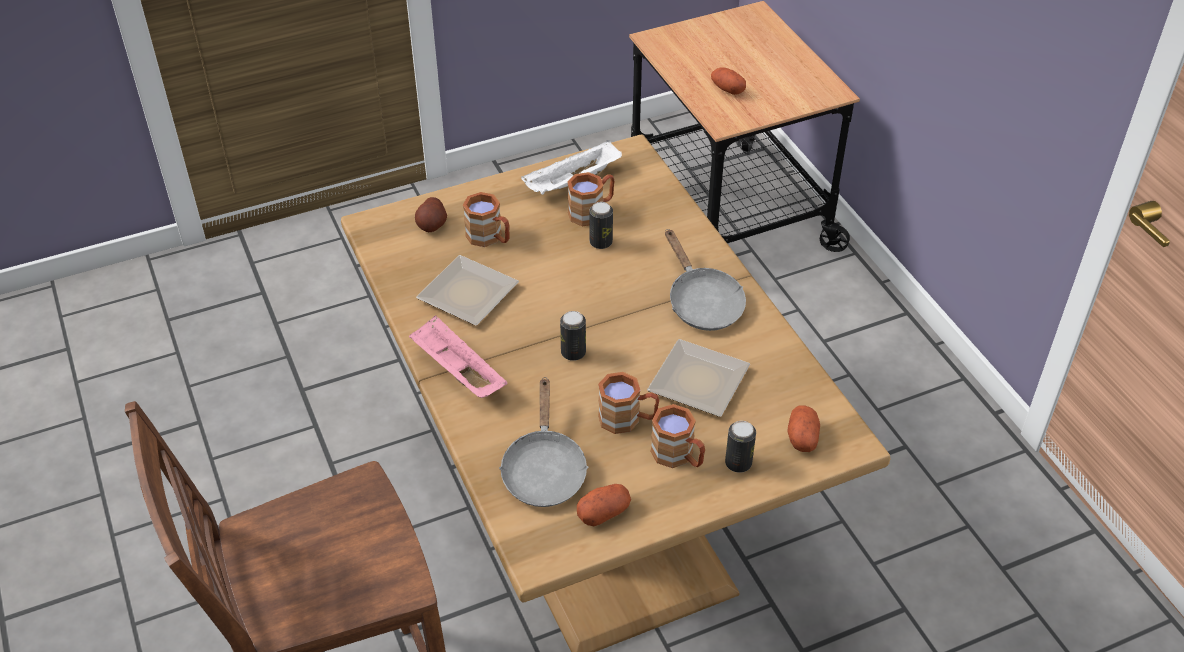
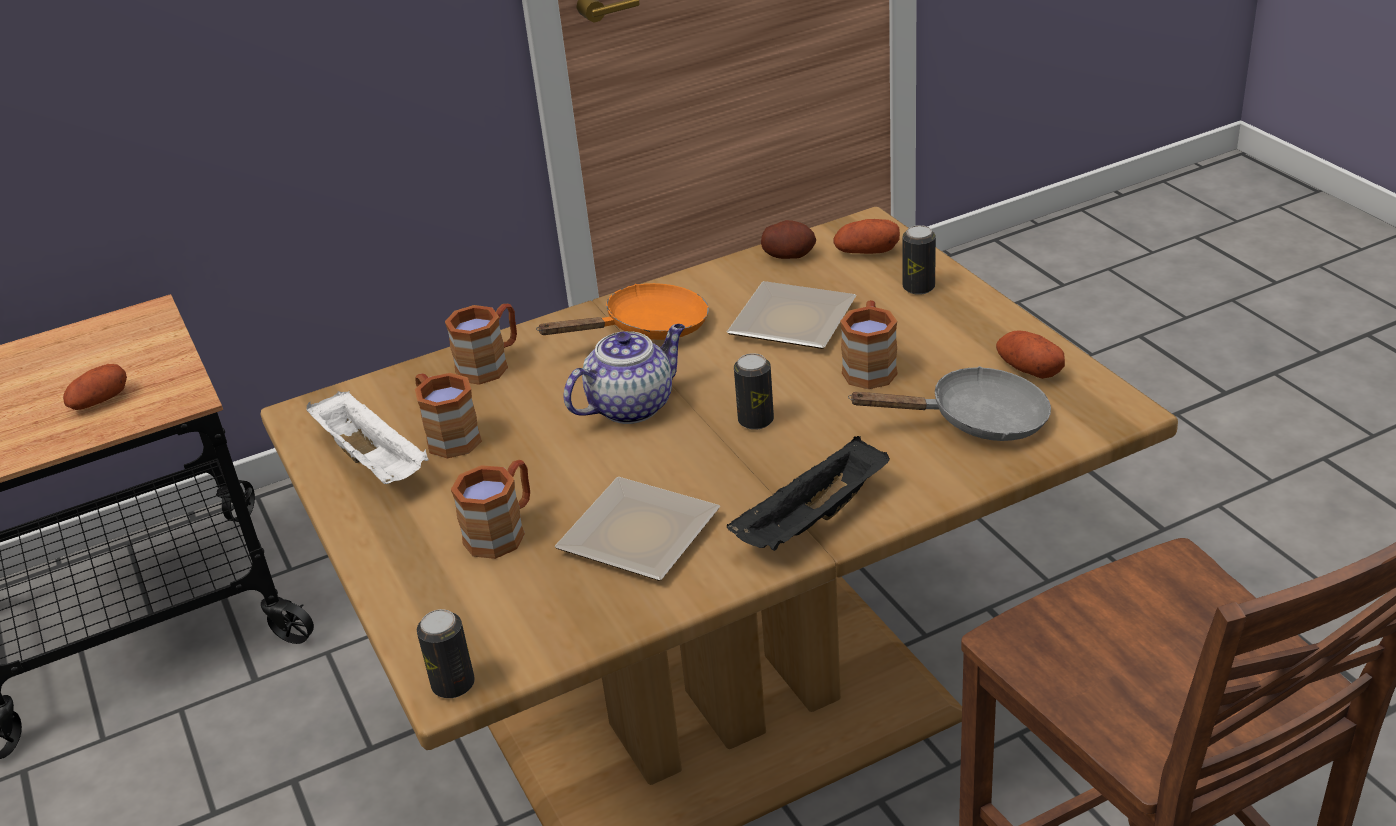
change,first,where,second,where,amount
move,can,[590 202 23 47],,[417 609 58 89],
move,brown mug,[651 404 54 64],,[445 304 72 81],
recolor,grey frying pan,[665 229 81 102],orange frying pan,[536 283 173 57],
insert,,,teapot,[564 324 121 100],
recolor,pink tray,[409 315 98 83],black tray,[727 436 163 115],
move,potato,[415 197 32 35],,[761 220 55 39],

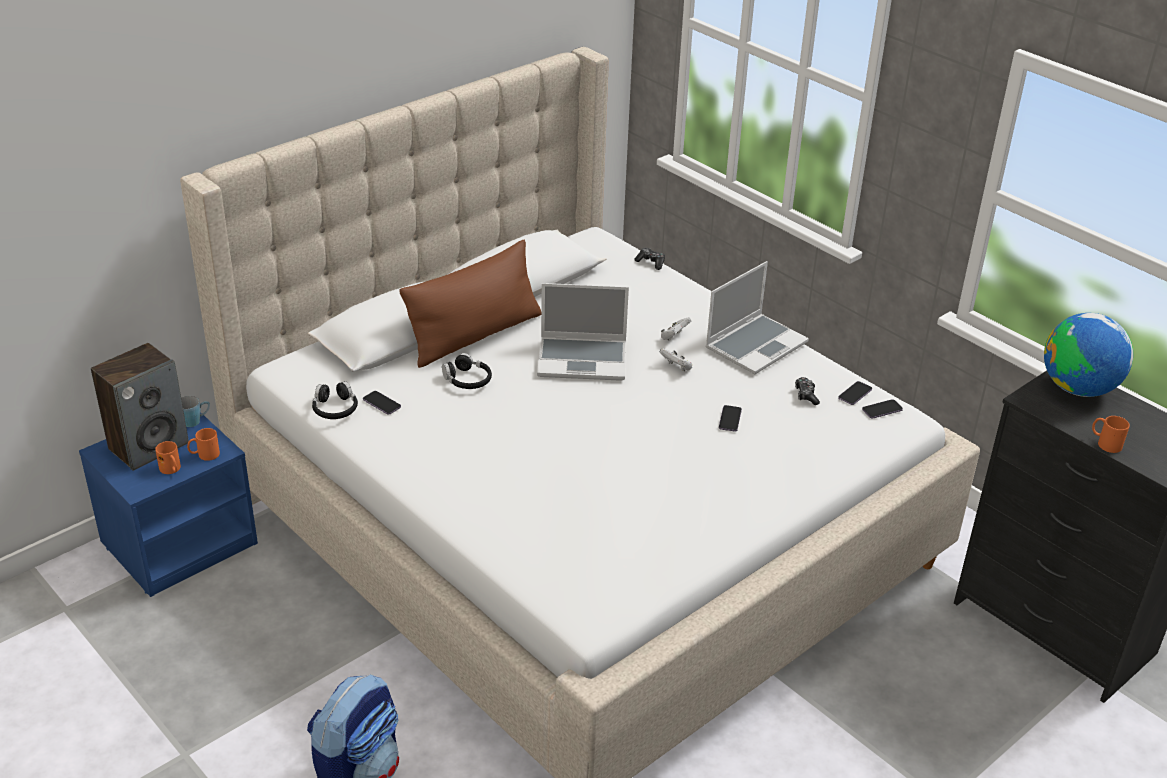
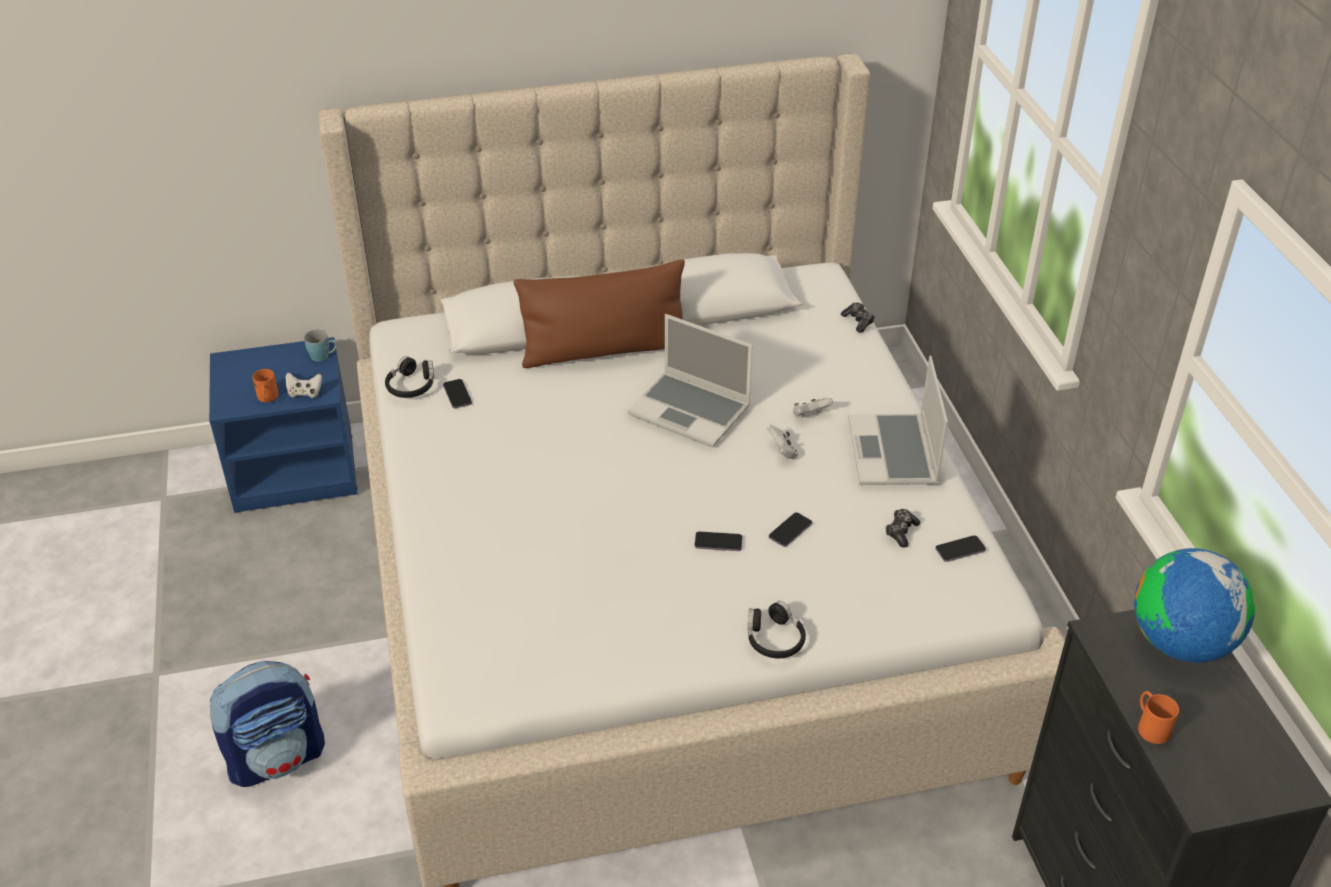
change,first,where,second,where,amount
replace,orange mug,[187 428 33 33],white game controller,[286 373 36 25],
move,phone,[862 399 41 20],,[695 531 47 20],
move,black headphones,[442 353 50 36],,[747 601 59 57],
rotate,laptop,[705 261 104 113],,[848 356 100 129],105 degrees clockwise
delete,speaker,[91 343 98 128],,,

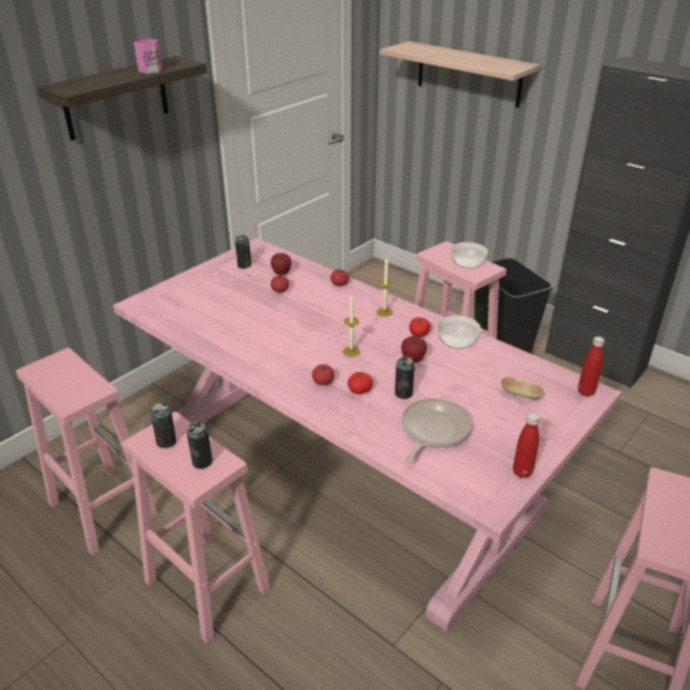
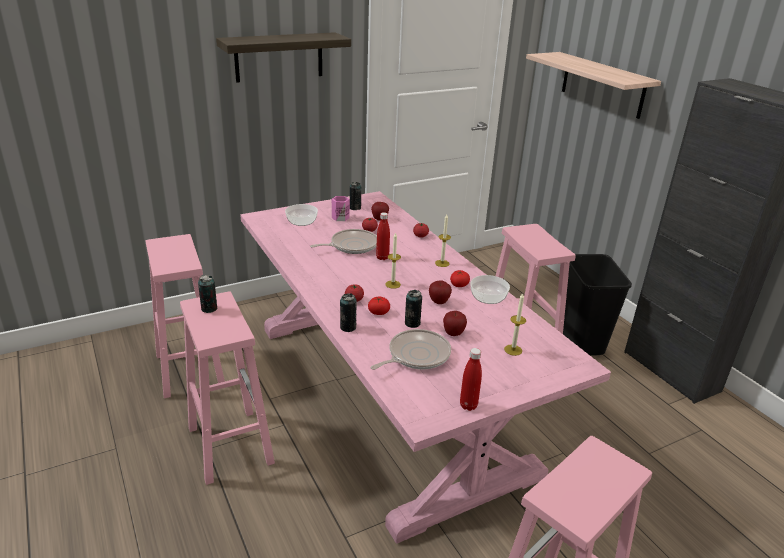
change,first,where,second,where,amount
move,bowl,[451 242 37 26],,[285 204 33 22],
insert,,,frying pan,[310 229 67 25],
move,pink mug,[134 39 28 35],,[332 196 18 25],
move,can,[187 422 26 47],,[340 293 17 39],
move,red bottle,[578 336 27 61],,[376 212 14 48],
insert,,,apple,[443 311 24 25],
replace,bread,[501 377 43 22],candle,[504 293 22 63],

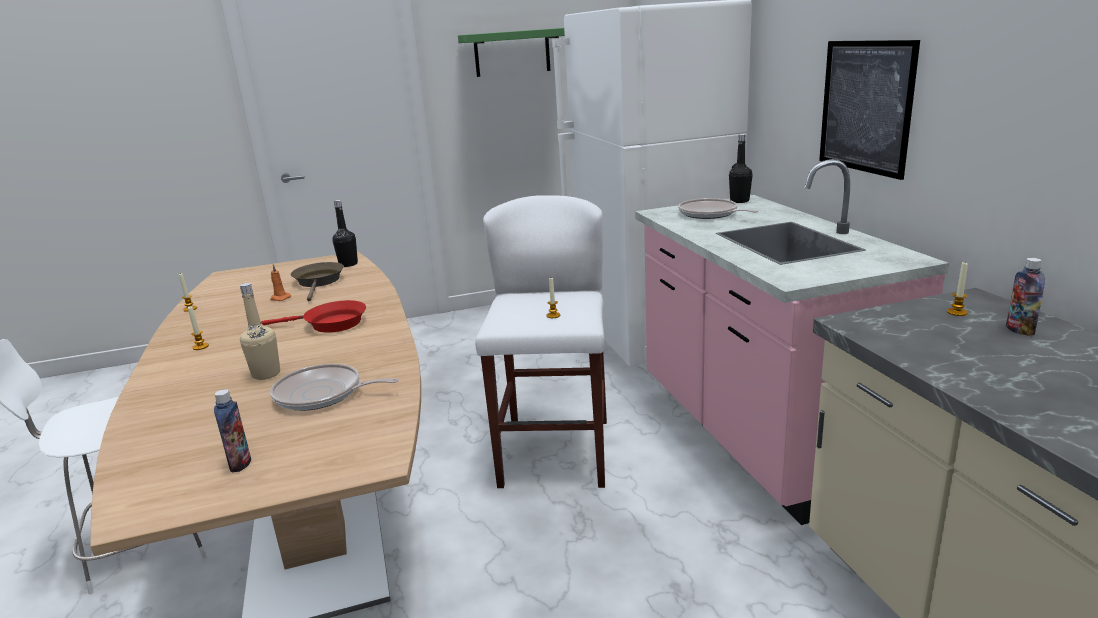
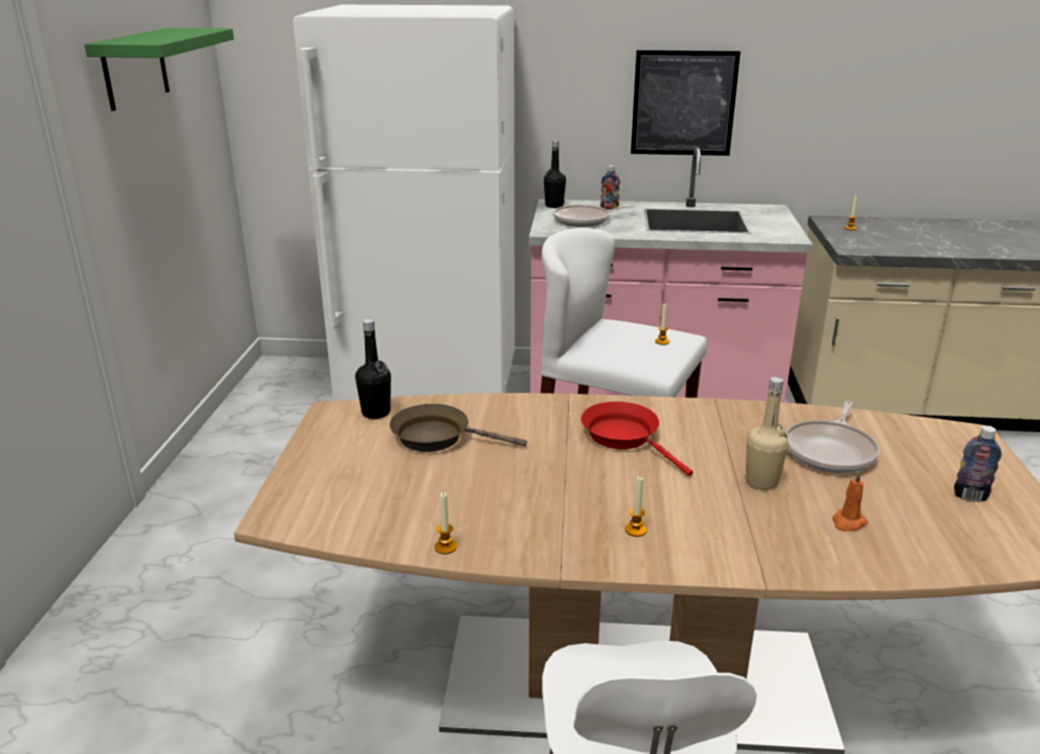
change,first,where,second,where,amount
rotate,red frying pan,[261 300 105 33],,[581 402 112 74],60 degrees counterclockwise
move,bottle,[1006 258 39 78],,[600 165 20 45],
move,orange candle,[270 264 21 37],,[832 470 36 62],

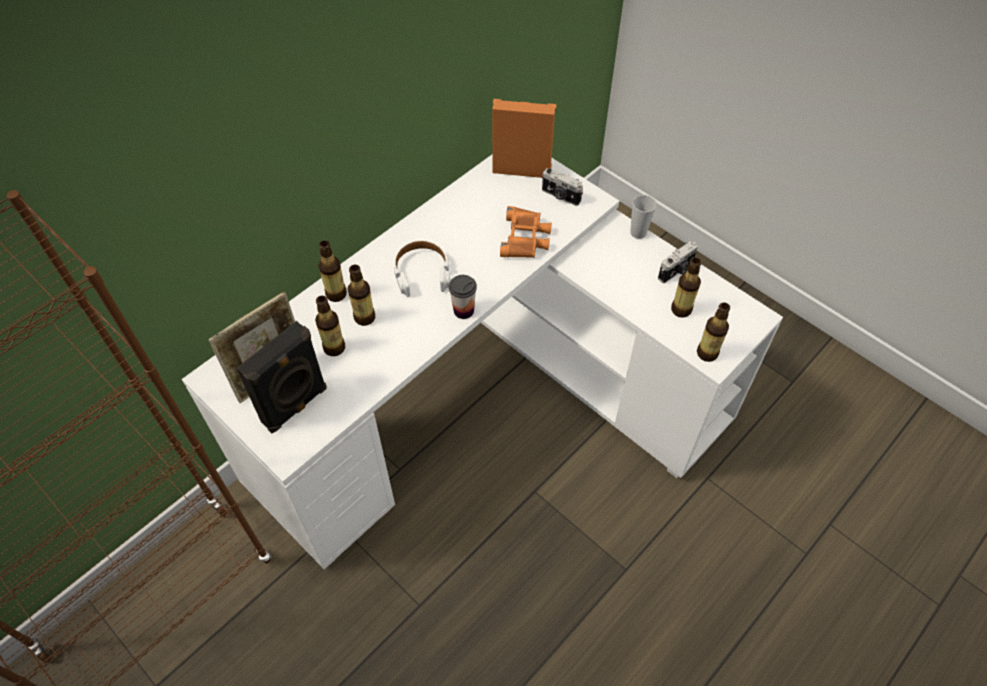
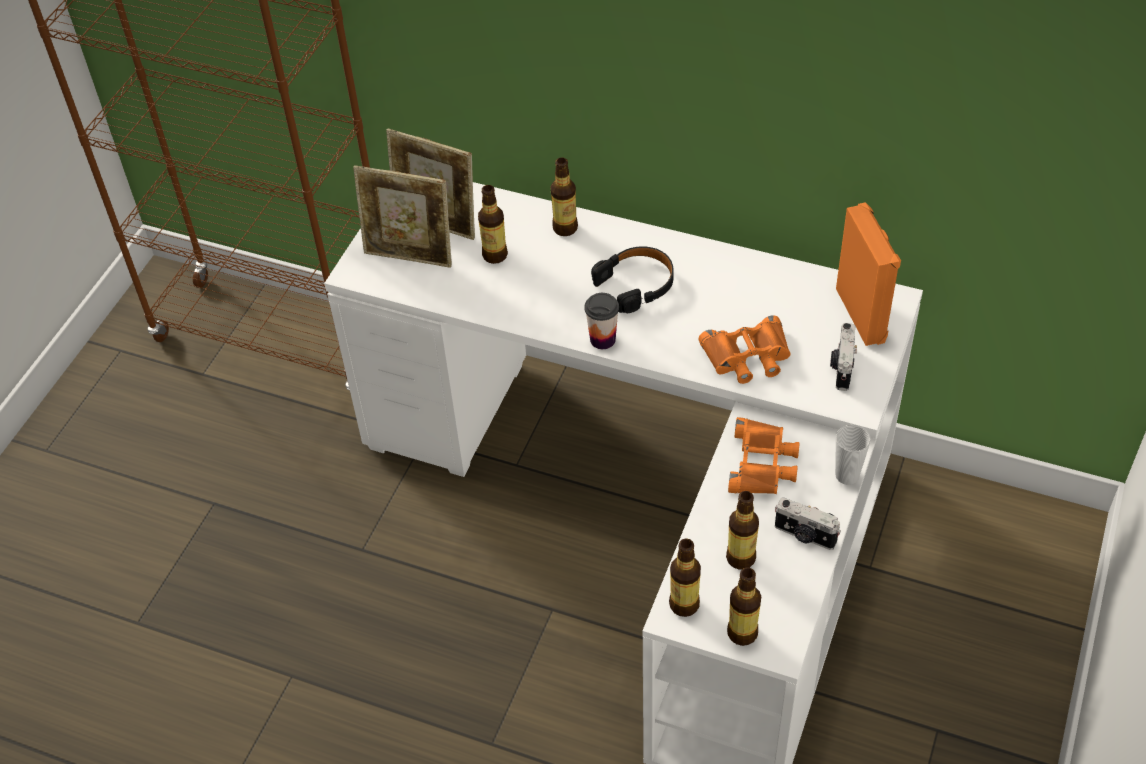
change,first,where,second,where,amount
replace,black speaker,[237 321 90 112],picture frame,[353 165 99 103],
recolor,white headphones,[394 240 56 57],black headphones,[591 246 83 67],
move,bottle,[348 265 27 61],,[727 567 34 79],
insert,,,orange binoculars,[728 417 72 77],

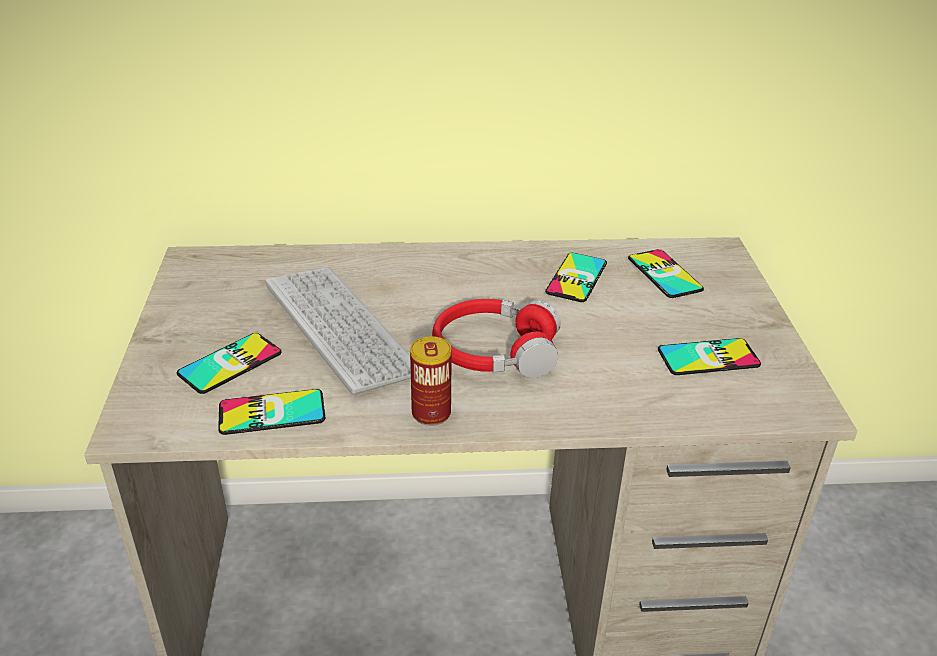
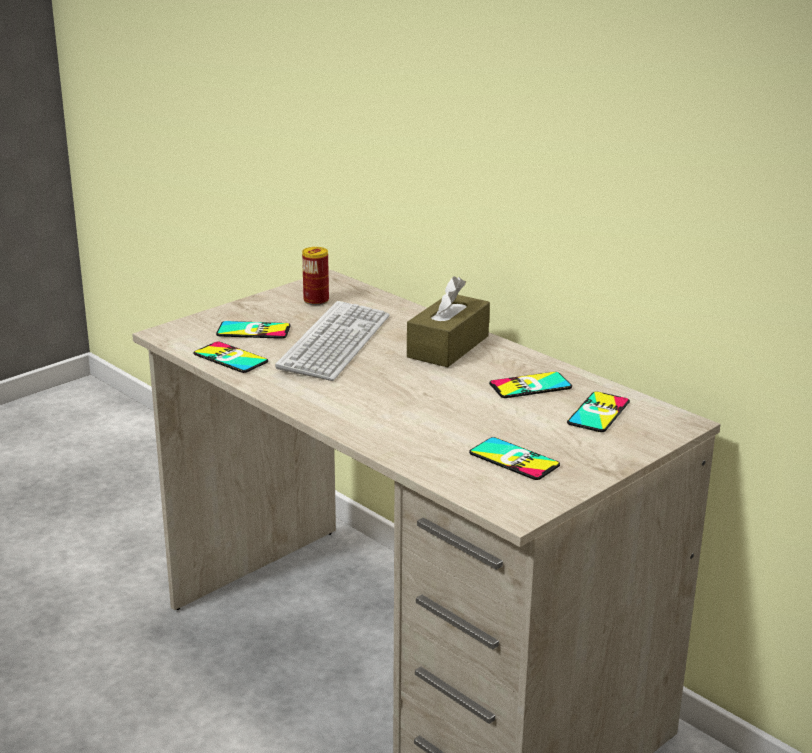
change,first,where,second,where,amount
move,can,[410 336 42 90],,[302 247 27 58],
insert,,,brown tissue box,[407 276 83 91],
delete,red headphones,[432 299 129 79],,,

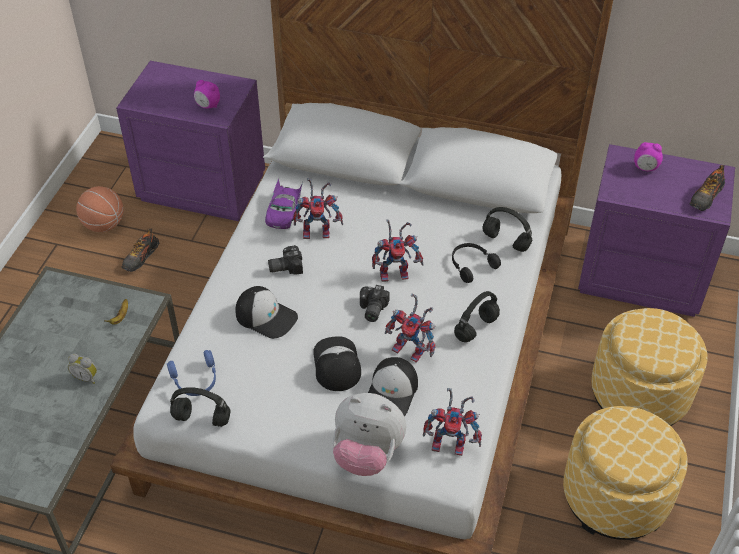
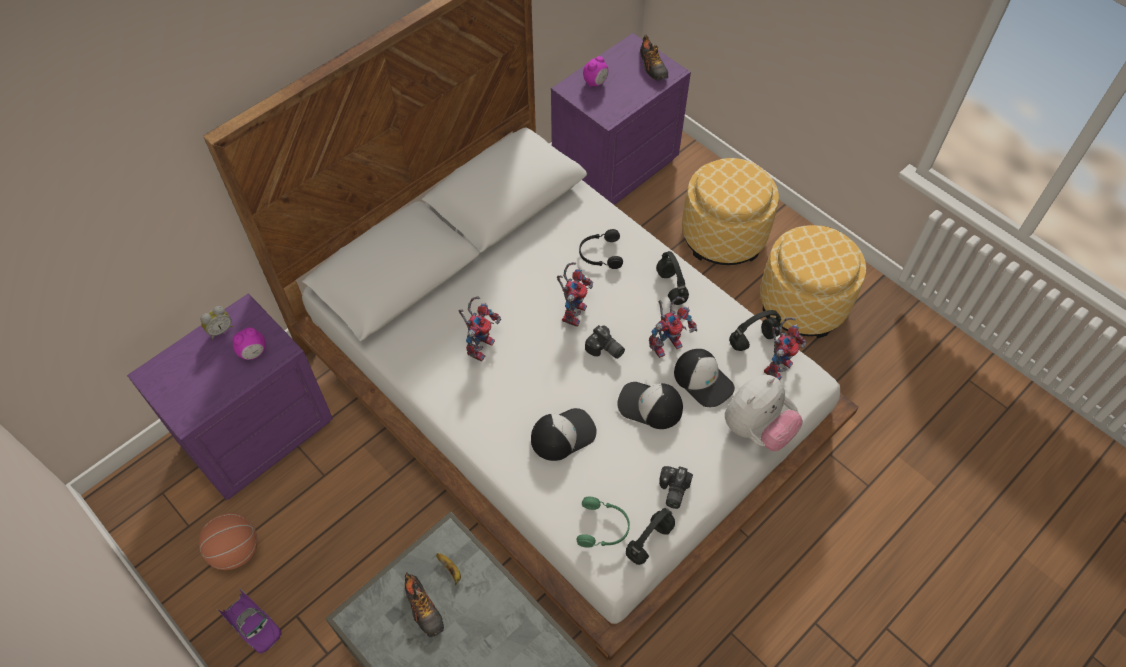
change,first,where,second,where,amount
move,alarm clock,[68 353 29 31],,[200 306 33 33],
move,purple toy car,[265 178 38 51],,[217 589 65 64],
move,shoe,[122 229 37 43],,[405 573 39 64],
recolor,blue headphones,[167 350 49 46],green headphones,[577 497 53 51],
move,photo camera,[268 245 35 30],,[659 466 34 43],
move,black headphones,[483 207 49 45],,[729 310 52 41],

